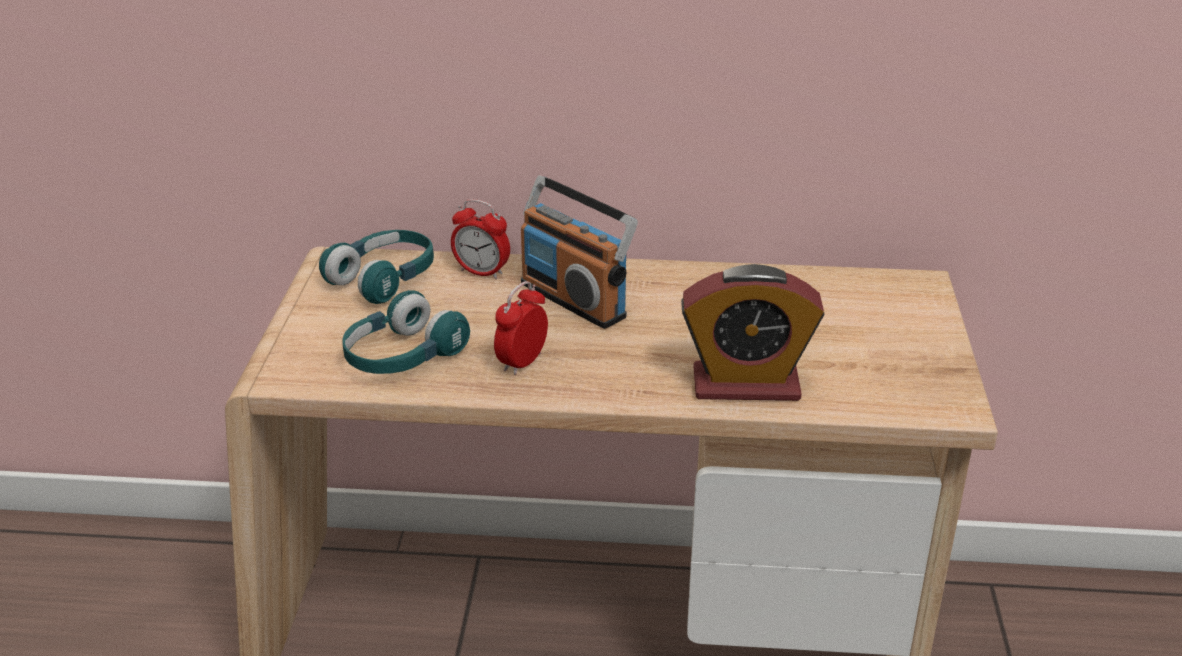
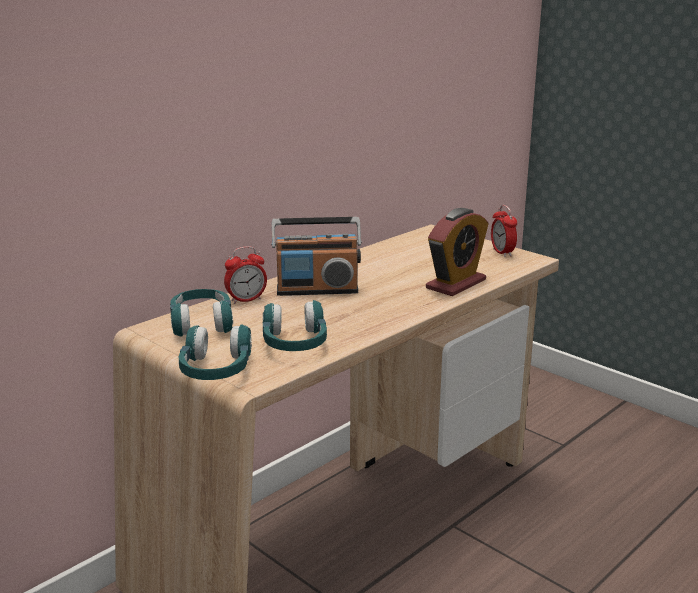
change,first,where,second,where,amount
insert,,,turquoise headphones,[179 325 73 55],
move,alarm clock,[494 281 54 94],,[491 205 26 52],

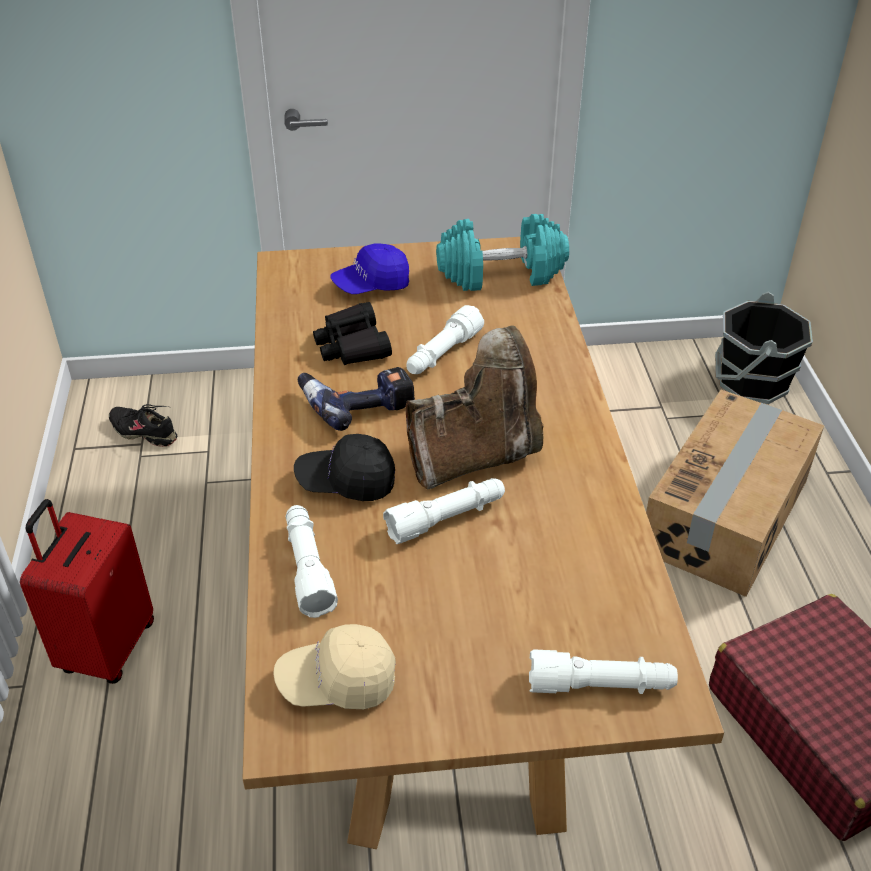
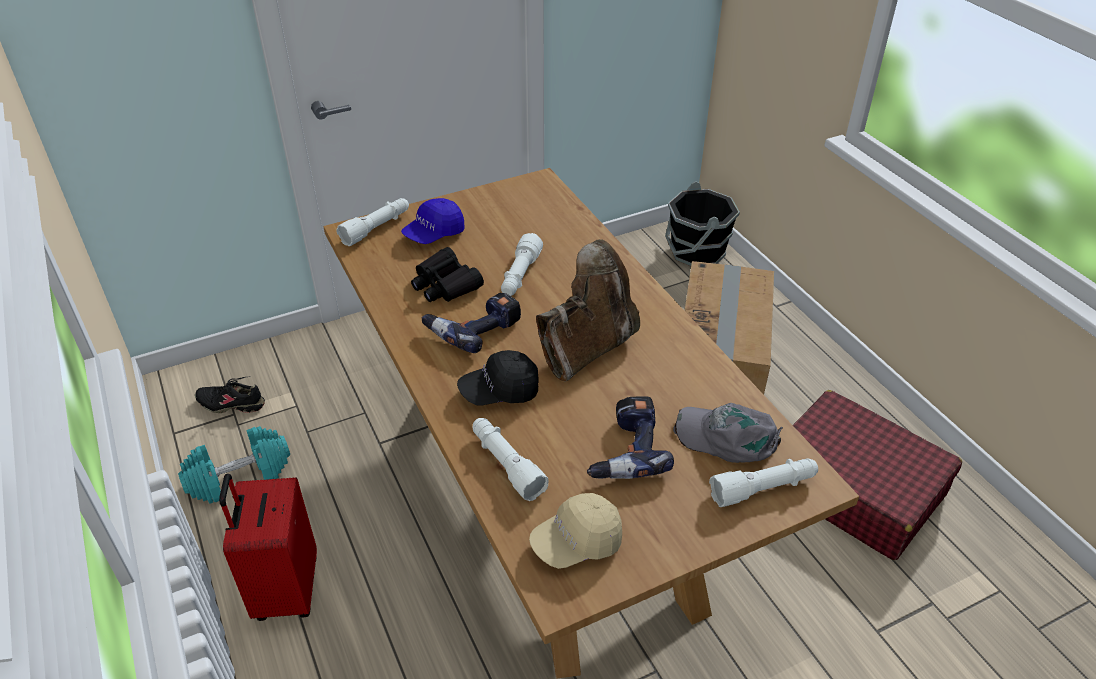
change,first,where,second,where,amount
move,turquoise dumbbell,[436 214 133 77],,[178 426 112 78],
move,white flashlight,[383 478 122 66],,[336 198 73 48],
insert,,,power drill,[587 396 87 83],
insert,,,grey cap,[673 403 110 60],

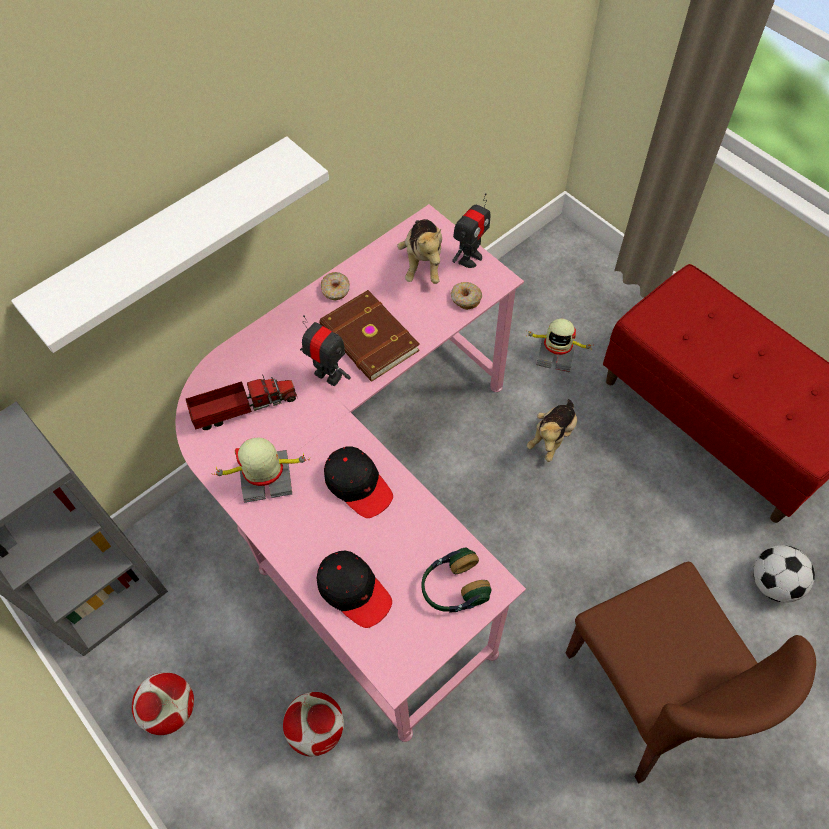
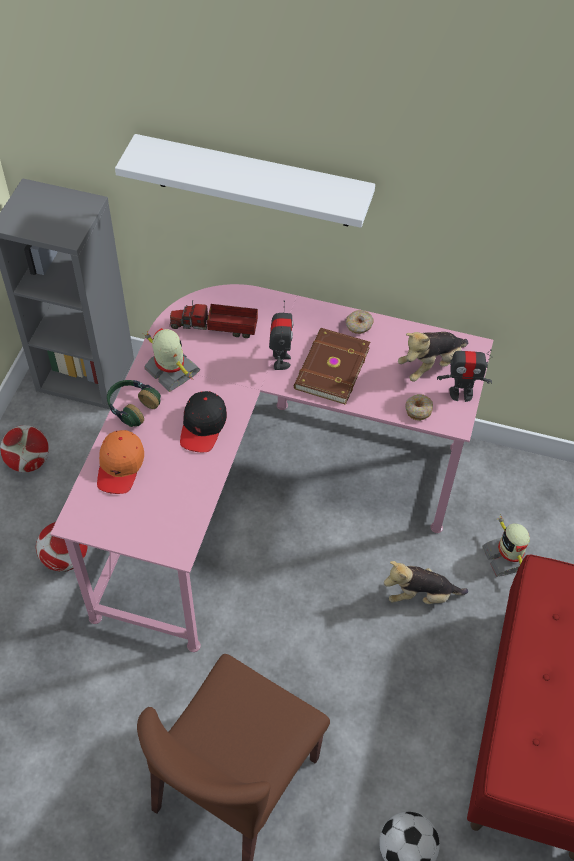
change,first,where,second,where,amount
recolor,black cap,[316 550 76 78],orange cap,[97 430 47 64],
move,headphones,[422 548 70 64],,[107 380 54 47],
rotate,toy truck,[186 375 111 55],,[170 301 88 37],150 degrees clockwise

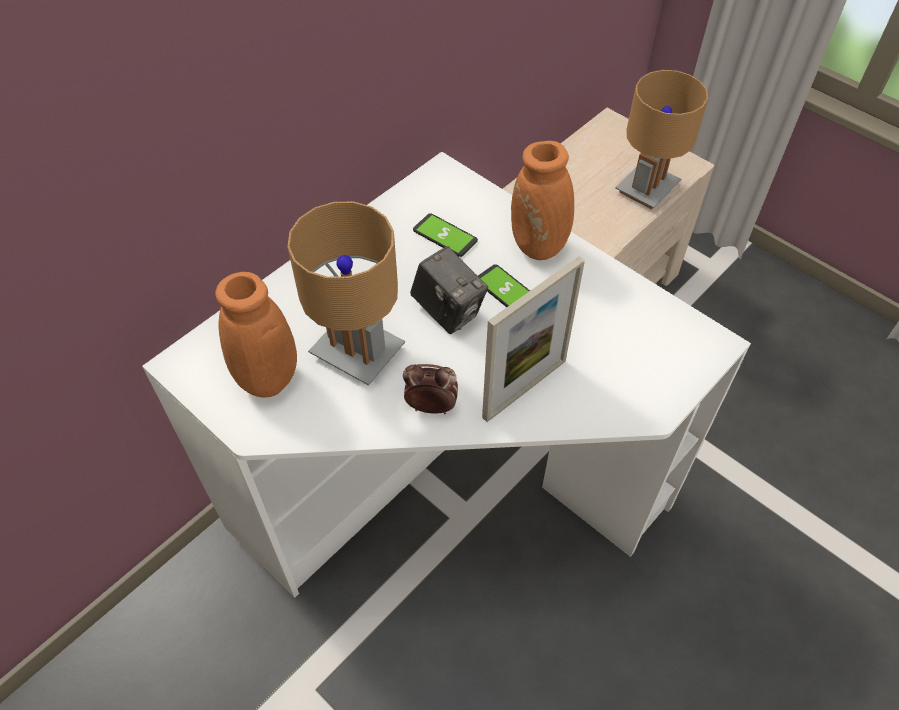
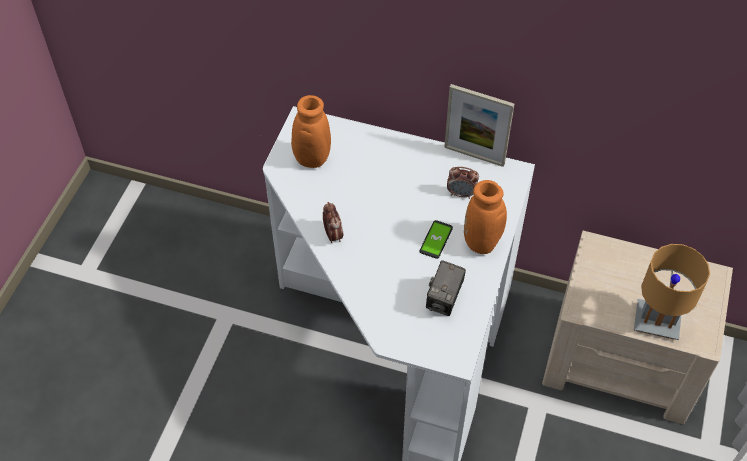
change,first,where,second,where,amount
move,photo camera,[410 246 78 88],,[426 260 40 56],
move,picture frame,[482 256 103 166],,[444 84 70 83],
replace,phone,[413 213 65 44],alarm clock,[447 167 32 32],
delete,brown table lamp,[287 202 118 184],,,

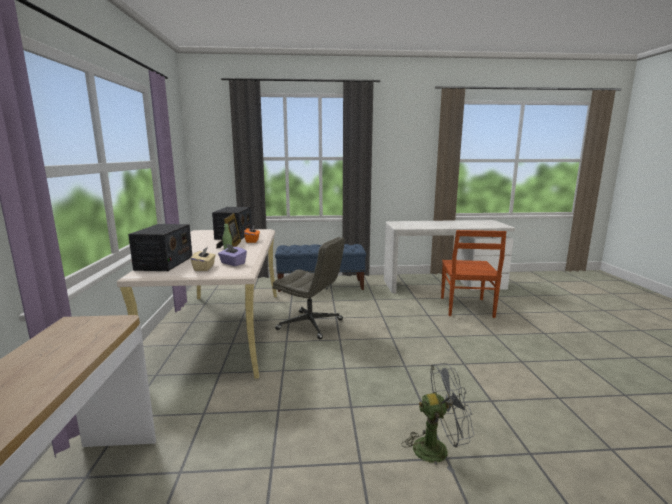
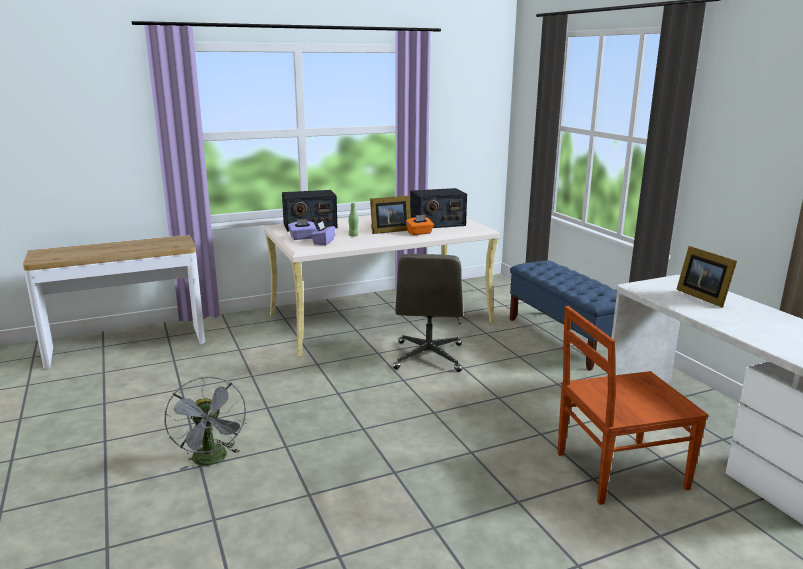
change,first,where,second,where,amount
recolor,beige tissue box,[191 247 25 24],purple tissue box,[288 219 28 21],
insert,,,picture frame,[676 246 61 62],

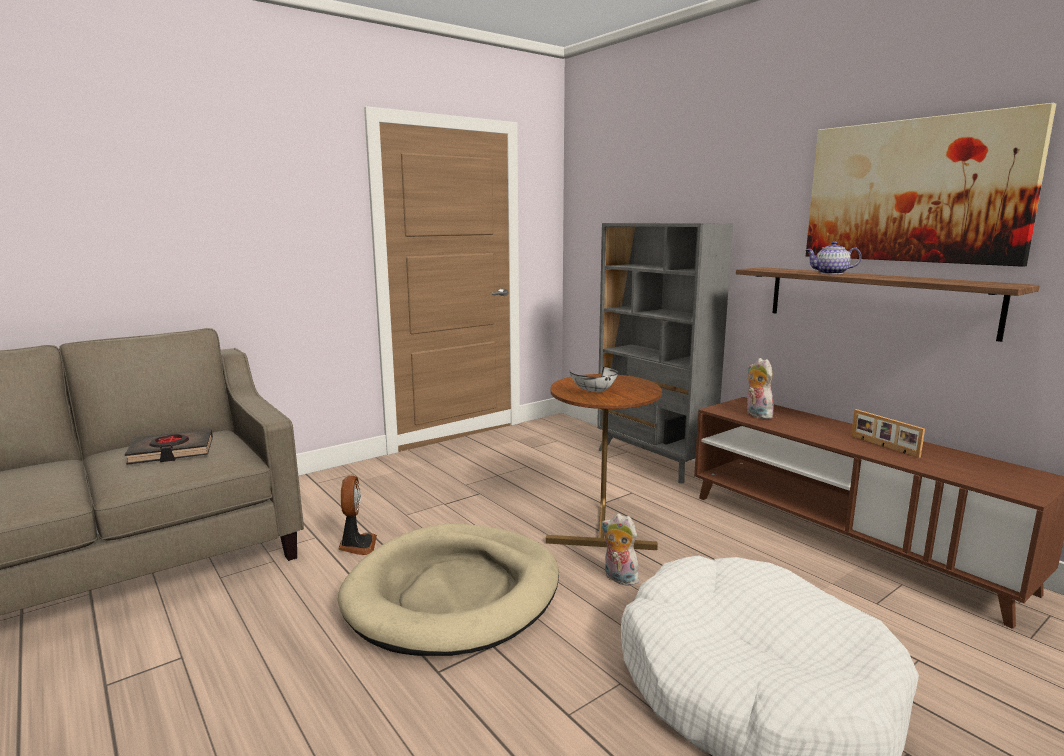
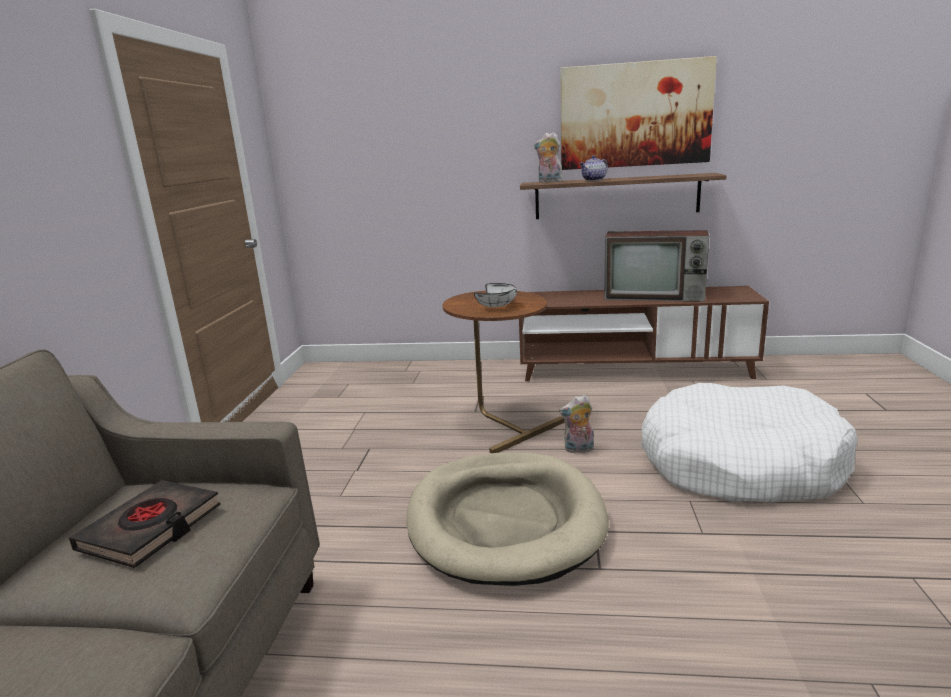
change,first,where,second,where,amount
move,plush toy,[747 358 27 61],,[534 132 29 51],
replace,picture frame,[851 409 74 49],television,[604 230 105 72],
delete,fan,[338 476 39 79],,,
delete,grey bookcase,[597 223 136 260],,,

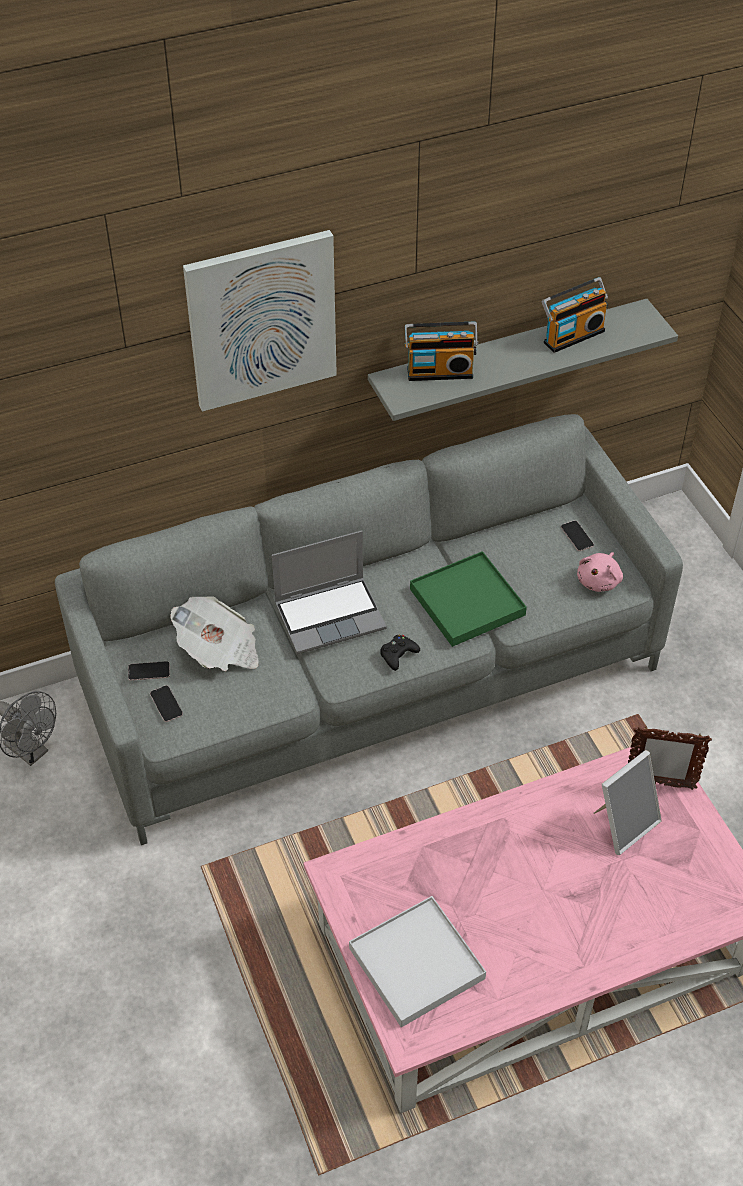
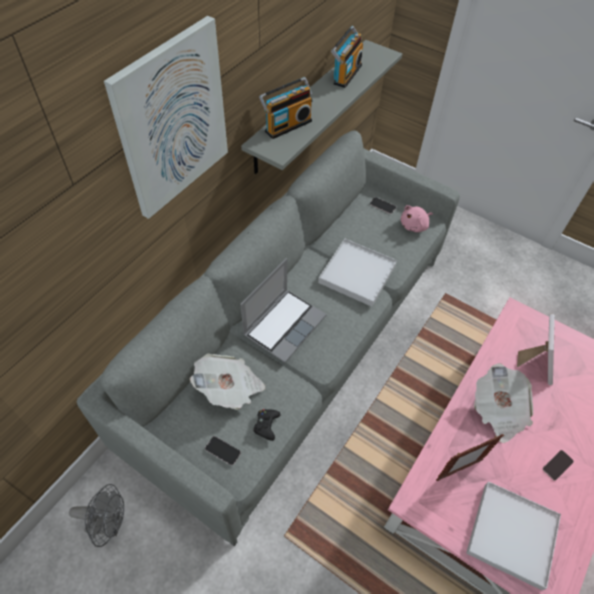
change,first,where,second,where,amount
move,black game controller,[380 635 40 36],,[253 409 28 32],
recolor,green tray,[410 551 117 96],white tray,[318 239 79 68],
rotate,pink plush toy,[577 552 46 40],,[401 205 32 27],60 degrees clockwise
move,picture frame,[628 727 84 63],,[436 434 68 47],
insert,,,newspaper,[474 363 59 80],
move,phone,[128 661 42 20],,[542 450 32 31],

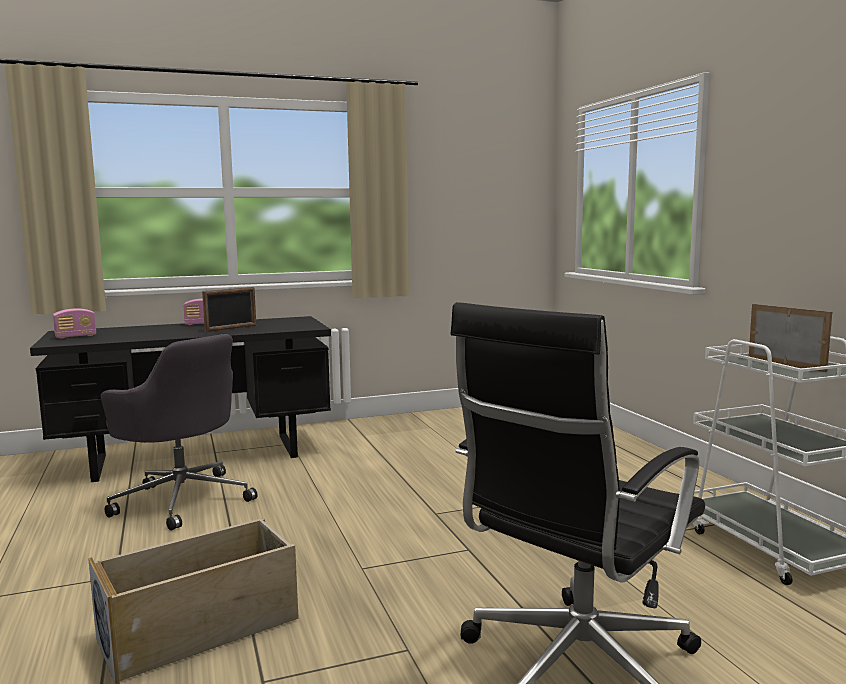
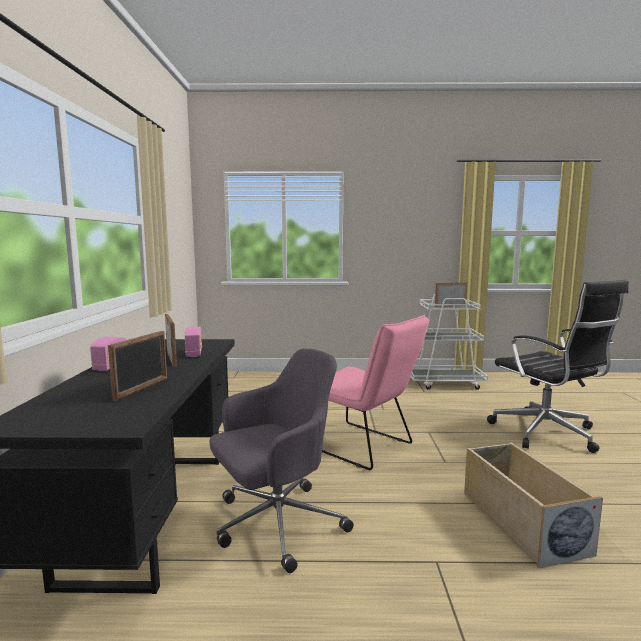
change,first,where,second,where,amount
insert,,,picture frame,[108 331 59 70],
move,radio,[53 308 43 31],,[185 327 17 30],
insert,,,pink chair,[322 314 106 156],

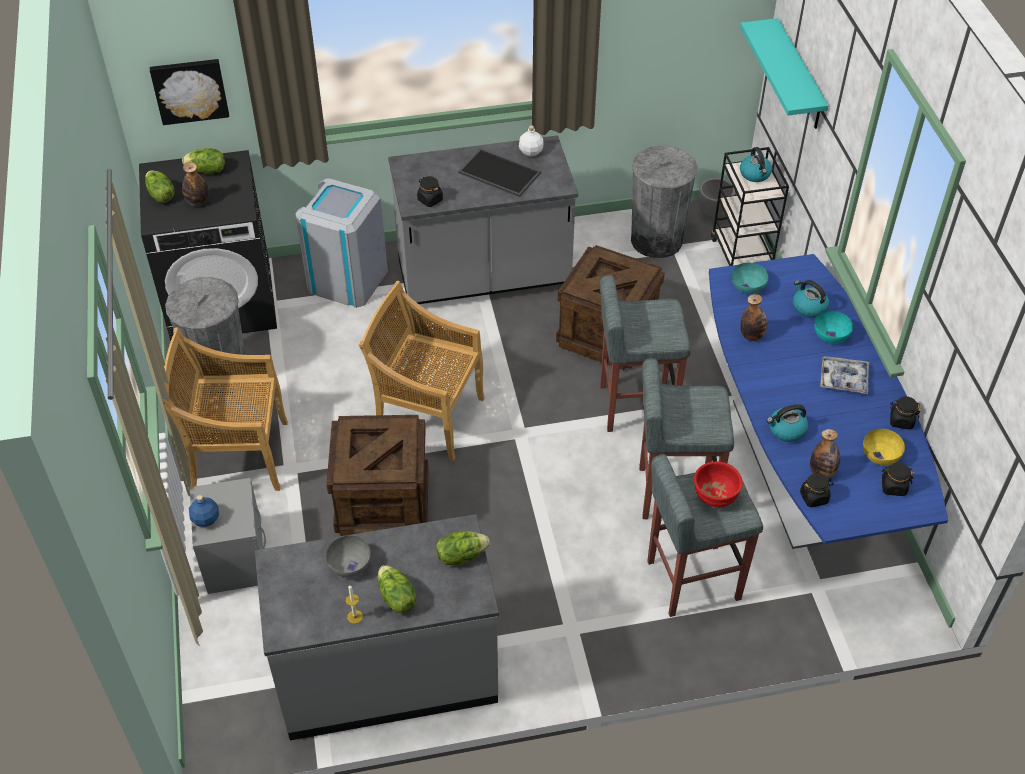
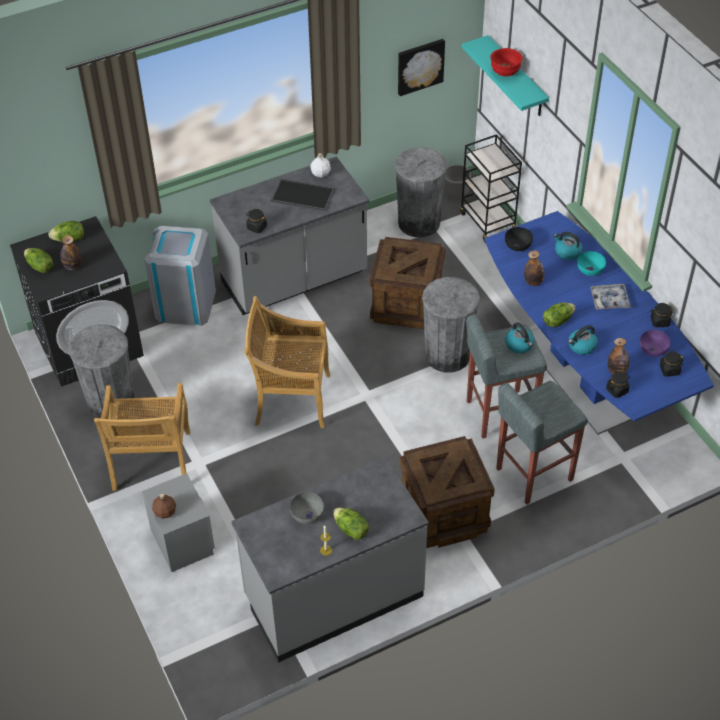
change,first,where,second,where,amount
rotate,beige chair,[163 327 125 164],,[94 383 96 108],75 degrees counterclockwise
recolor,blue bottle,[189 495 30 32],brown bottle,[152 493 24 26],
move,picture,[150 59 79 66],,[398 39 47 57],
move,crate,[326 415 103 121],,[400 436 95 112],
replace,grey stool,[600 275 91 157],grey trash can,[422 277 58 95],
move,red bowl,[694 462 49 45],,[490 48 33 29],
recolor,turquoise bowl,[732 262 36 32],black bowl,[505 227 28 24],
move,kettle,[740 147 32 35],,[505 322 29 31],
move,lettuce,[436 531 54 35],,[543 303 32 24],
recolor,yellow bowl,[863 429 42 36],purple bowl,[640 330 31 27],

